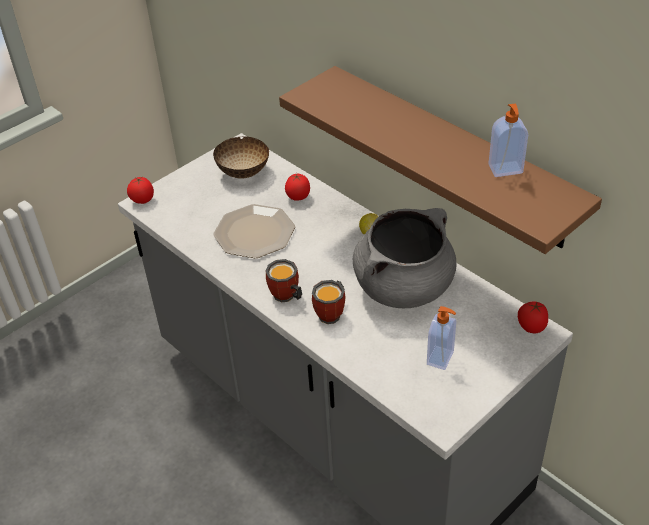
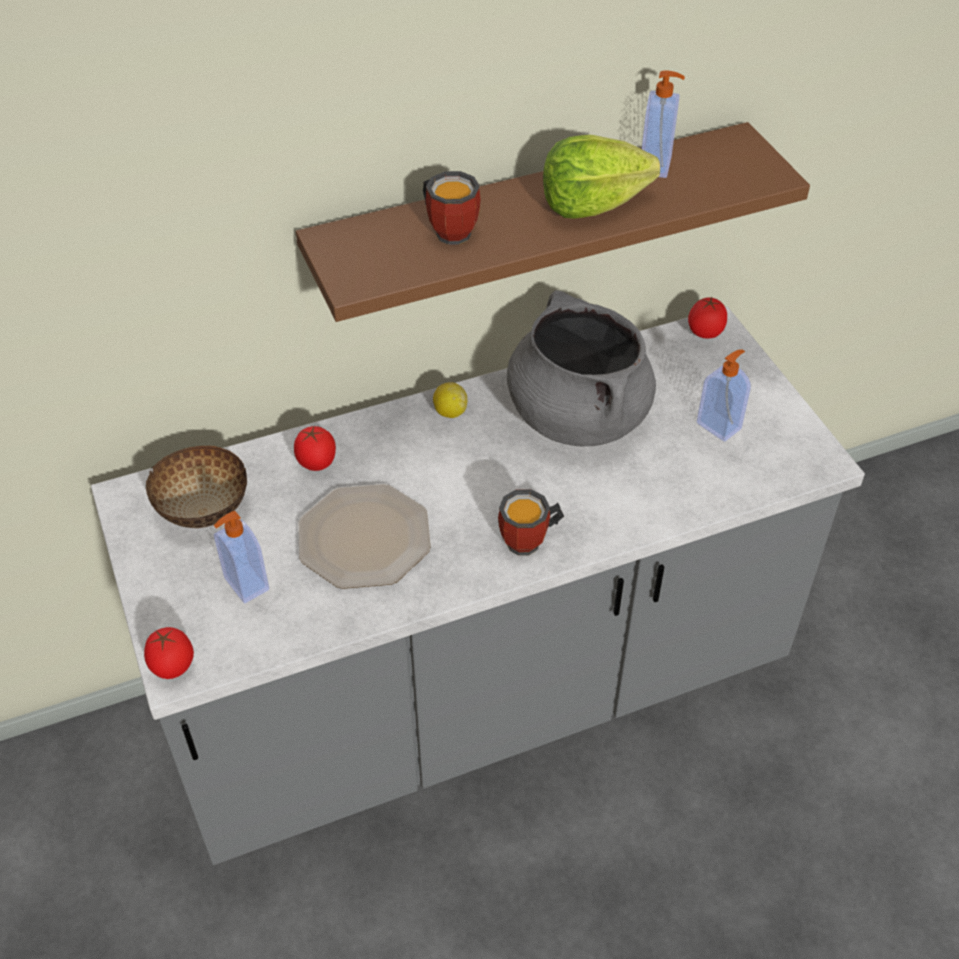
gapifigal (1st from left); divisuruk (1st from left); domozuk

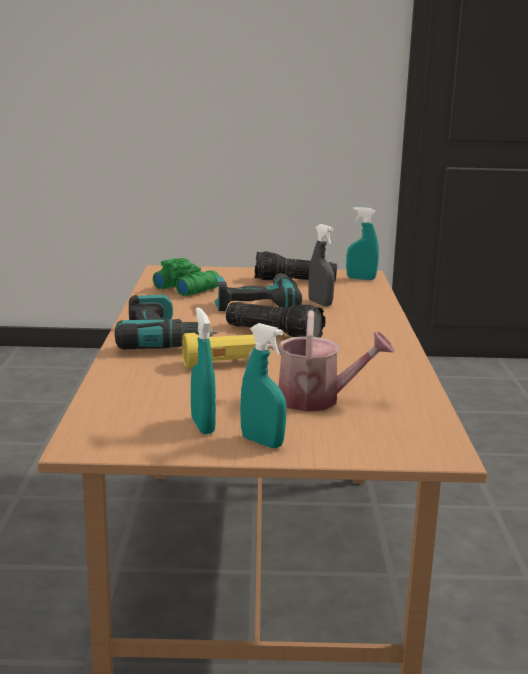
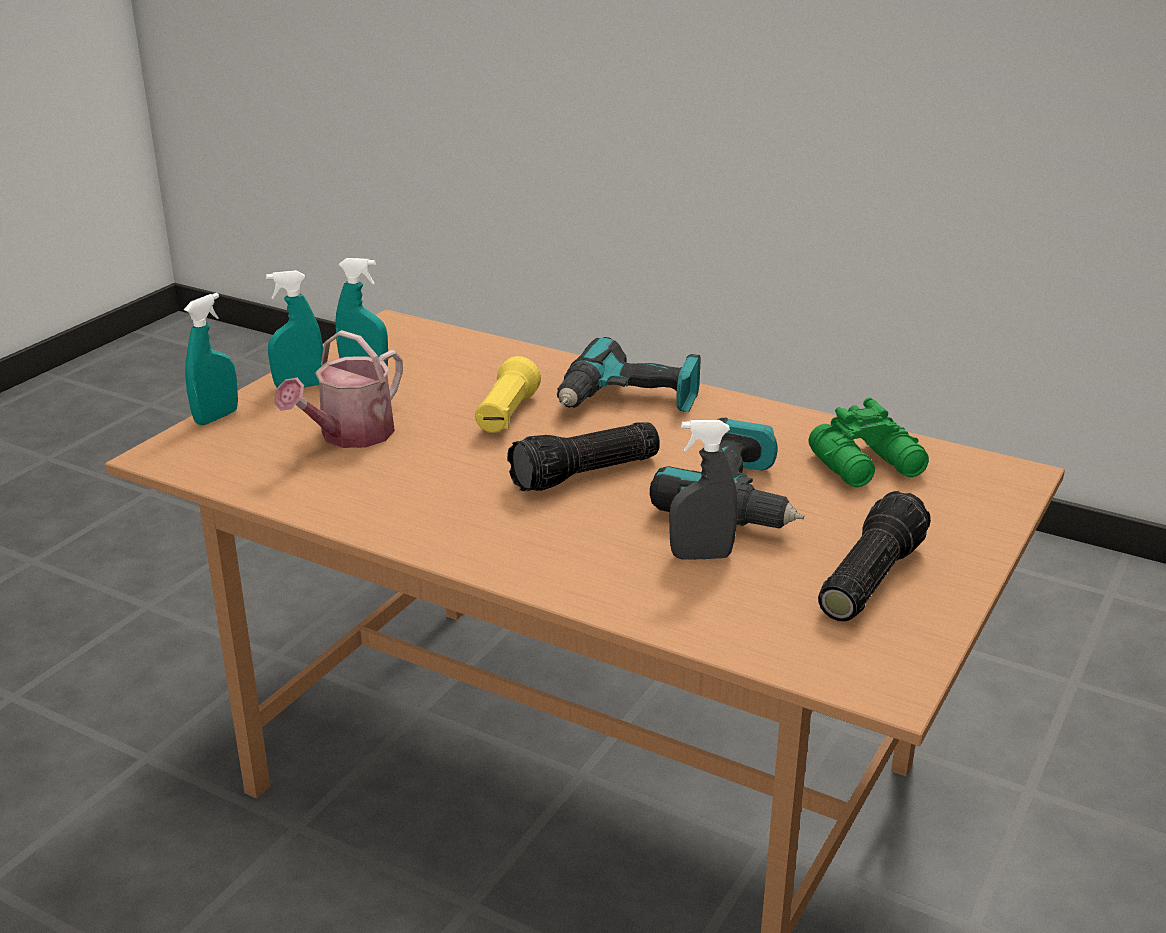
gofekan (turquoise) (1st from left)

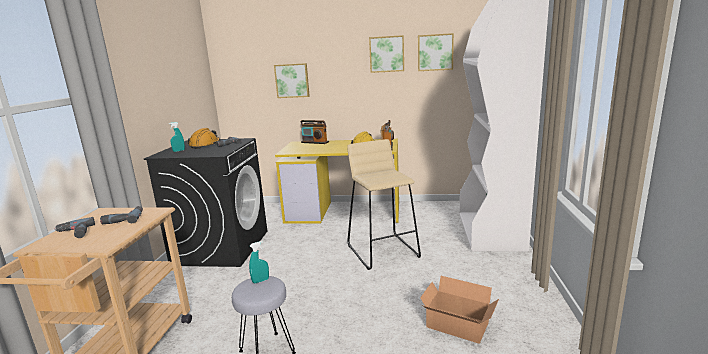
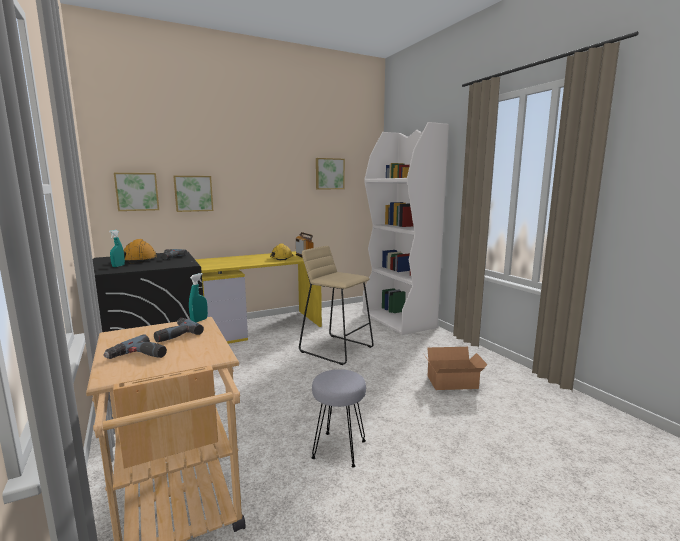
gofekan (turquoise) (2nd from left); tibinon (1st from left in the first image); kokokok (1st from left)

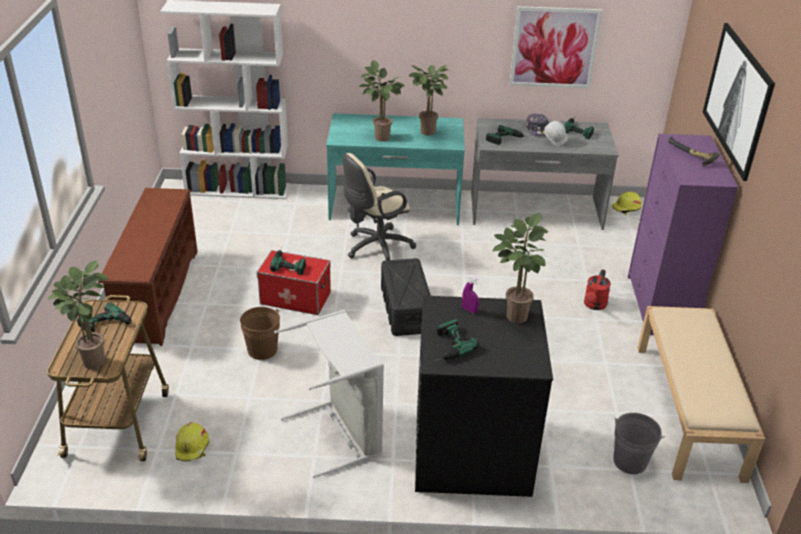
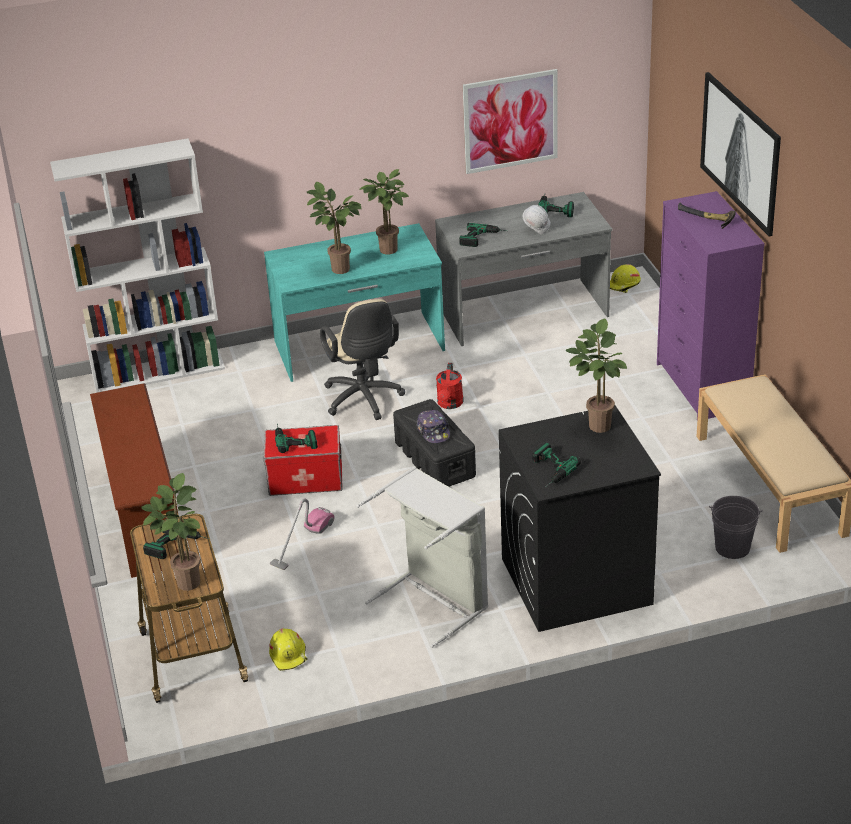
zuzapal; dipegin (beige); gofekan (purple); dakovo; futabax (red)

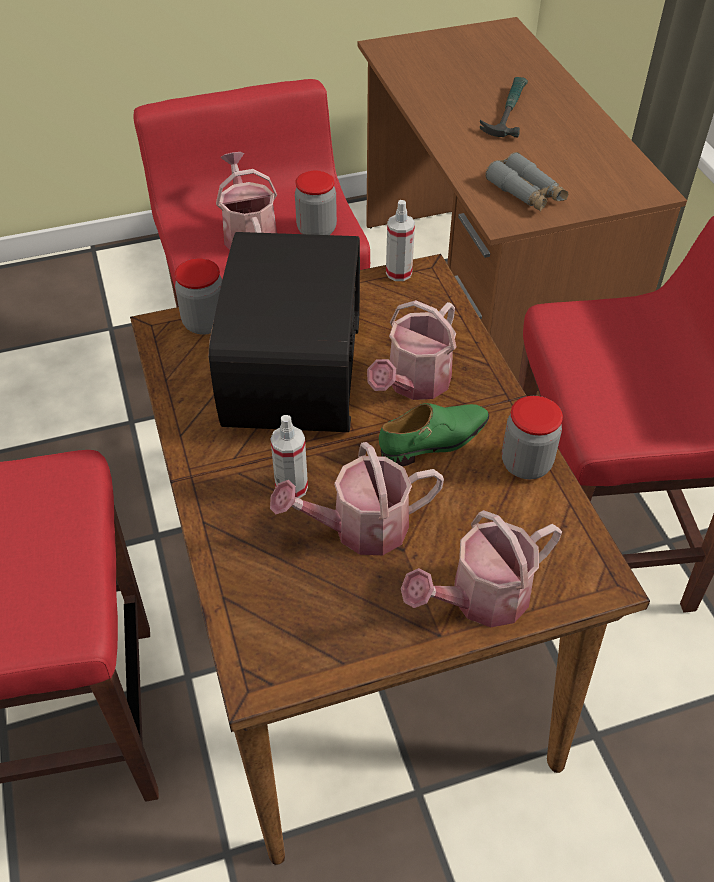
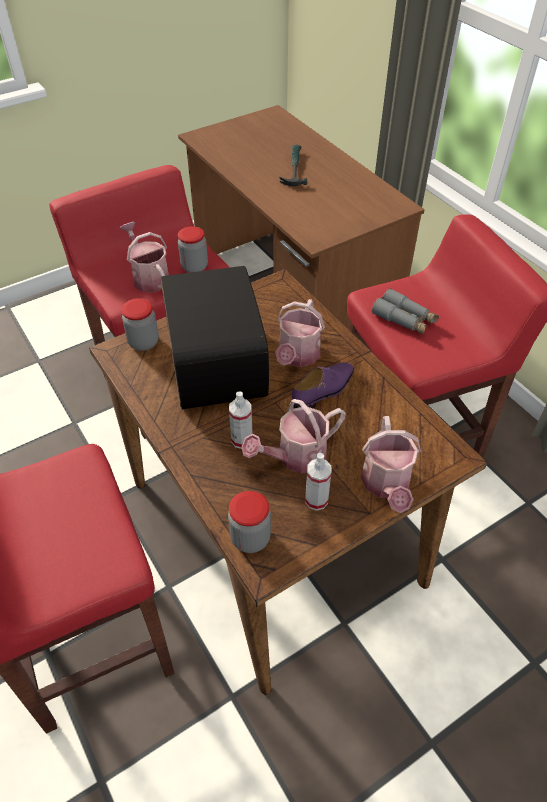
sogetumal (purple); gofekan (2nd from left); futabax (4th from left); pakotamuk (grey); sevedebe (3rd from left)

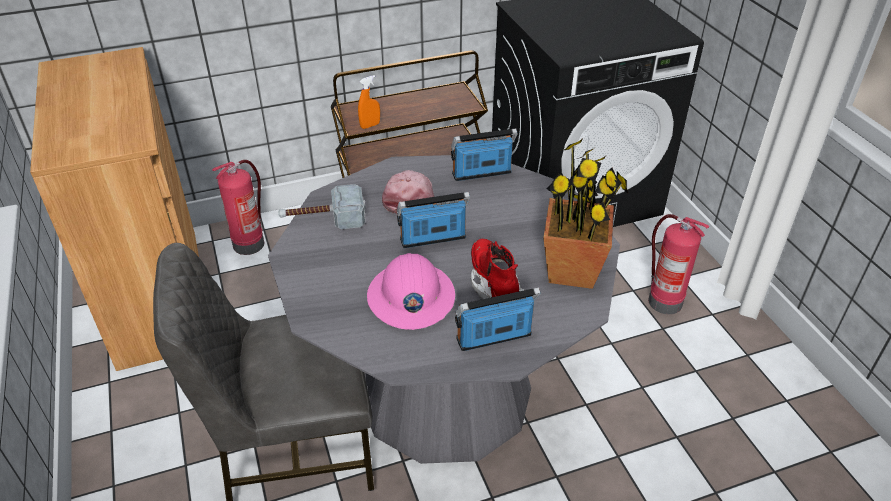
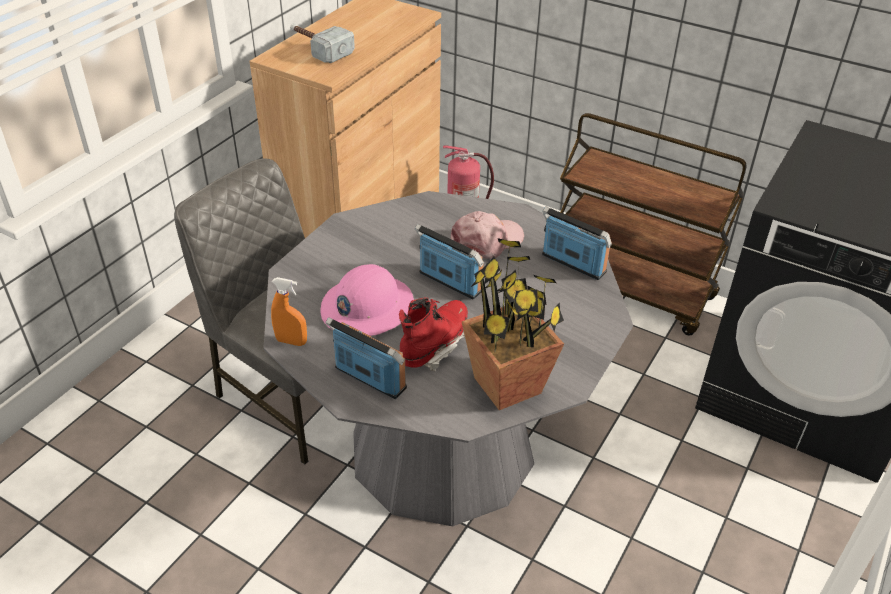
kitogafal; gofekan (orange); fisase (2nd from left in the first image)

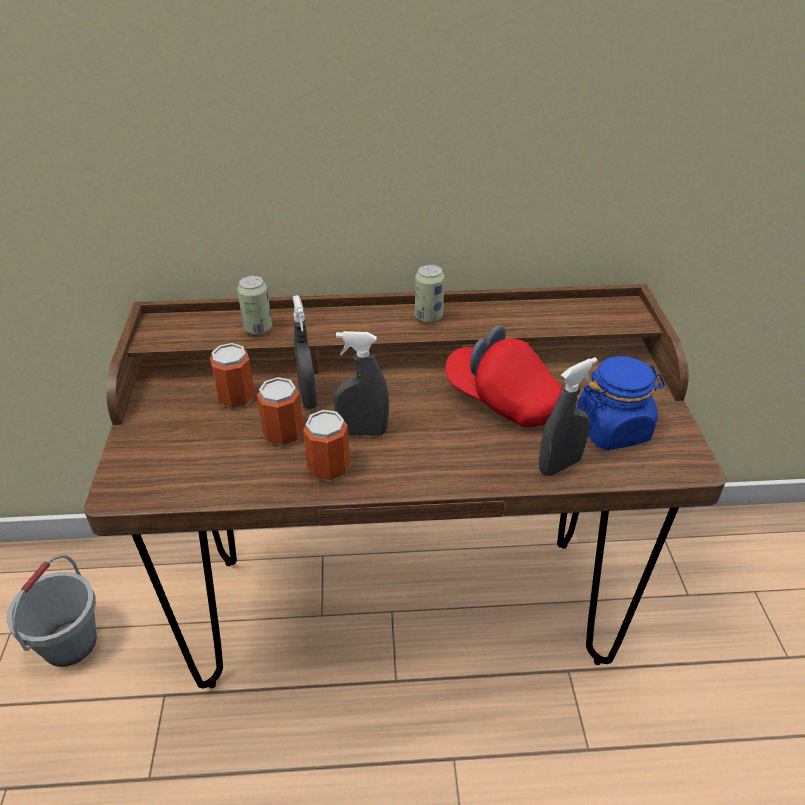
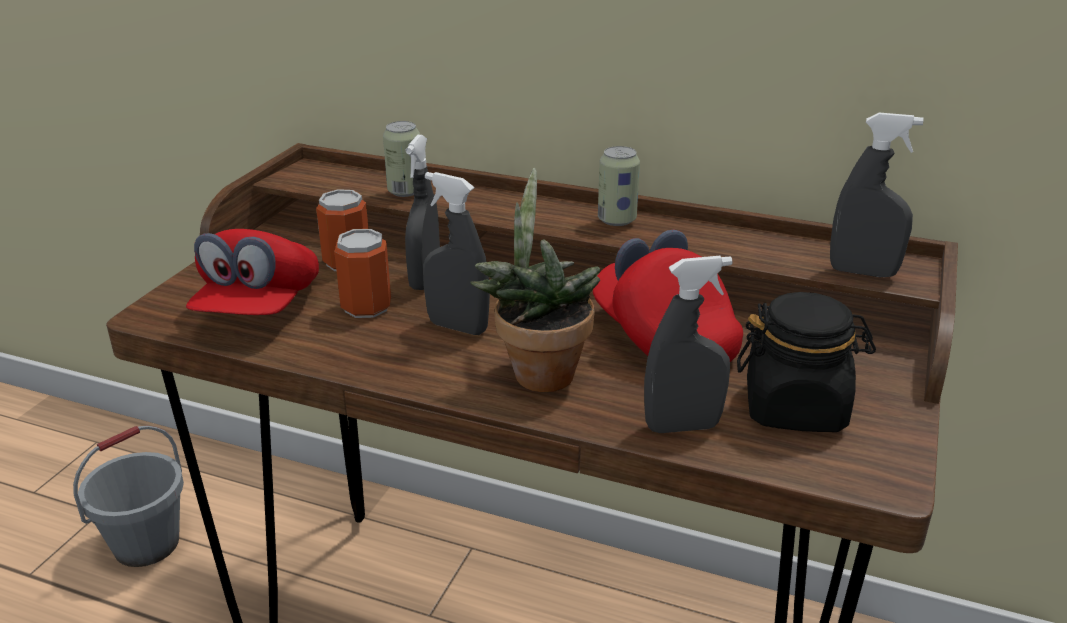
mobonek (4th from left in the first image); sevedebe (black); dakovo (red) (1st from left); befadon; gofekan (grey) (4th from left)

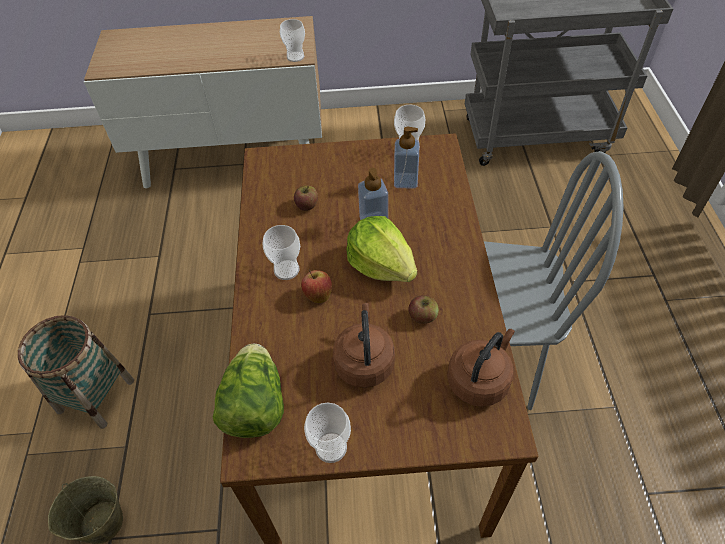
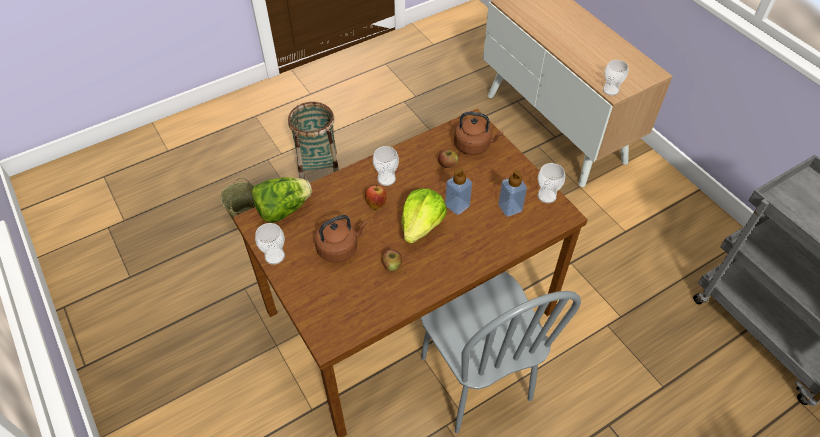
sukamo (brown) (2nd from left)

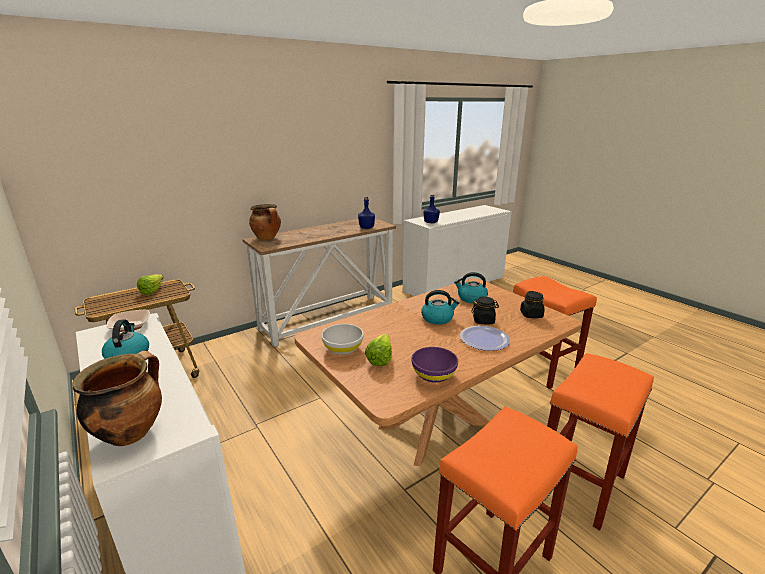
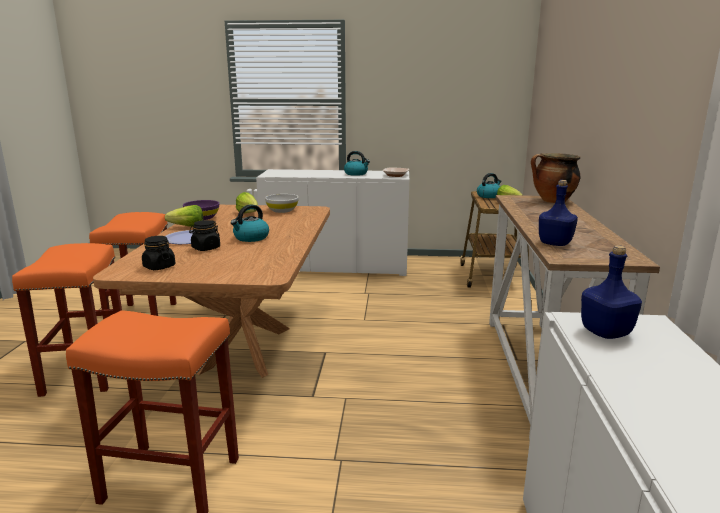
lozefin (1st from left in the first image); sukamo (3rd from left); domozuk (1st from left)

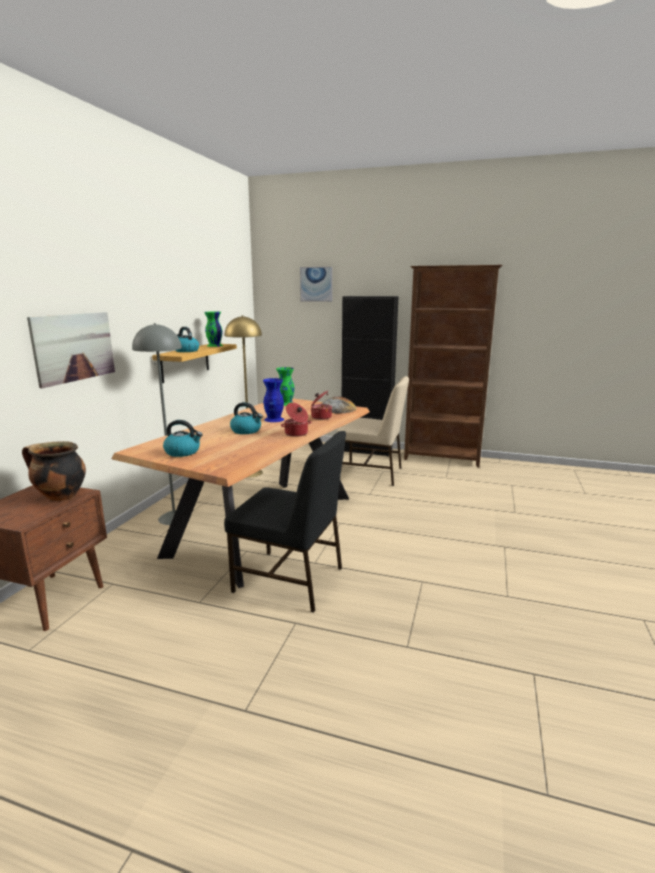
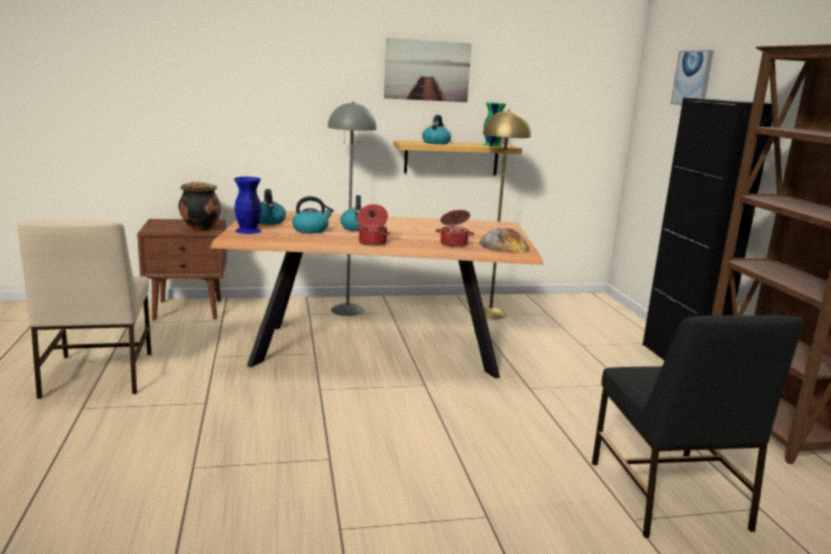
kokokok (1st from left); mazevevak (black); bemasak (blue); bemasak (green) (2nd from left in the first image); mazevevak (beige); sukamo (2nd from left)

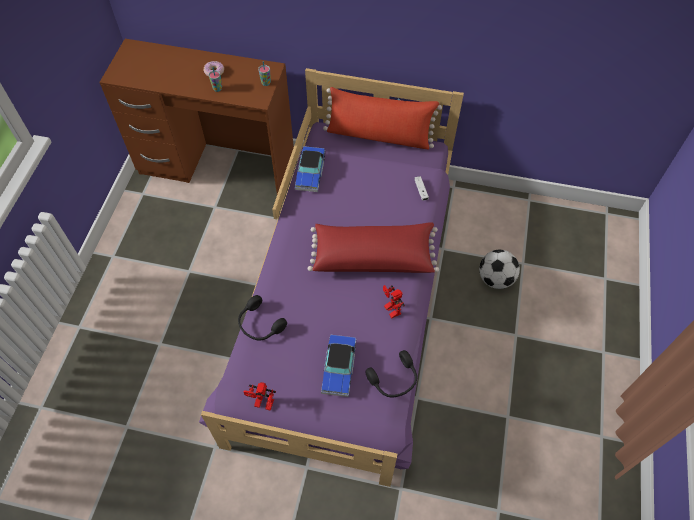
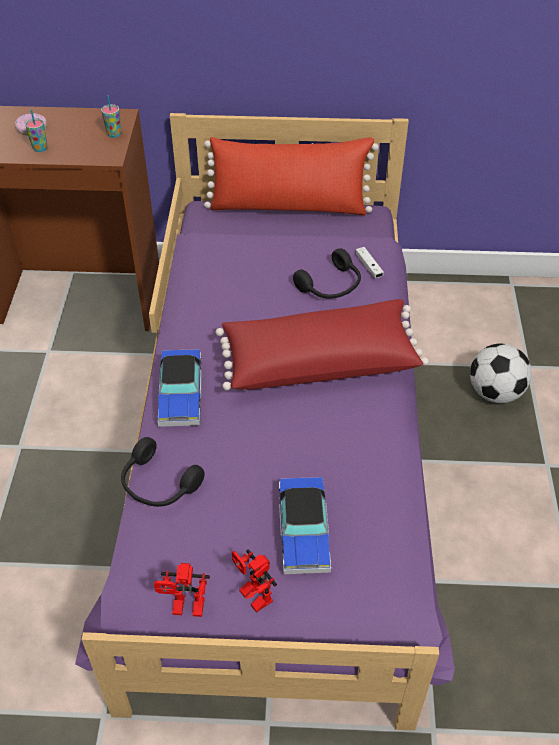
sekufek (1st from left); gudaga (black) (2nd from left); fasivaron (2nd from left)

